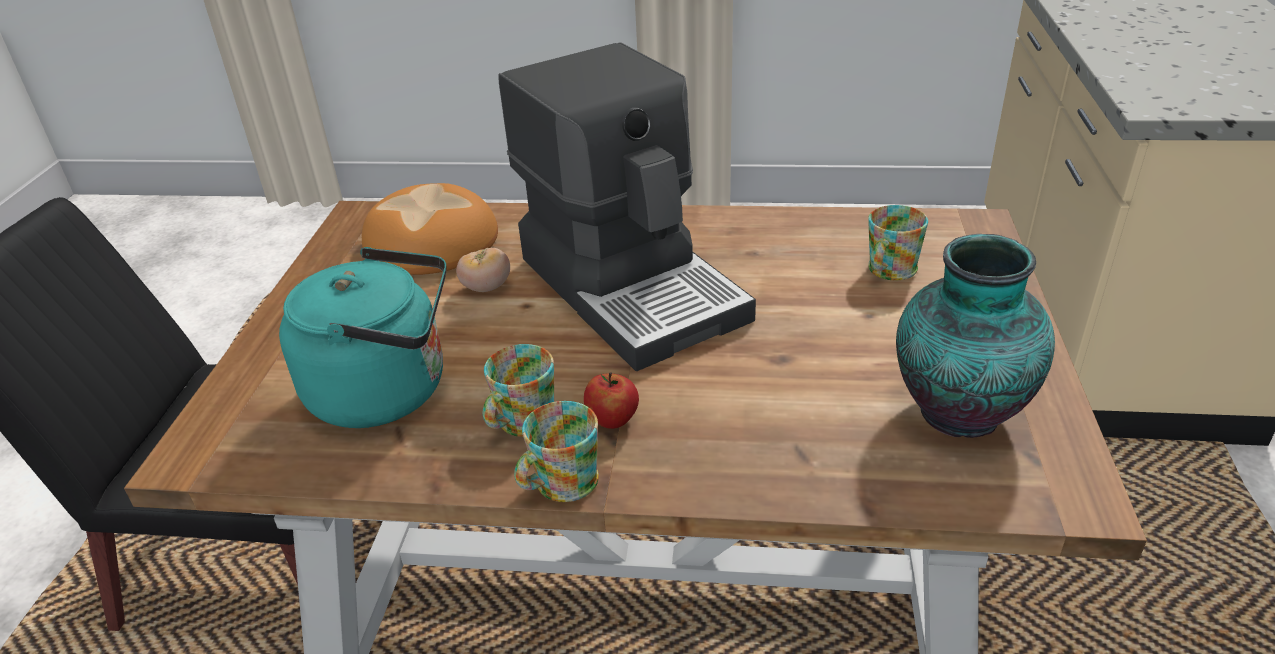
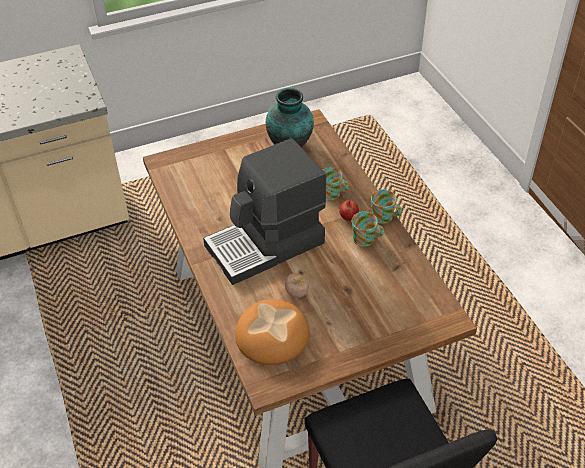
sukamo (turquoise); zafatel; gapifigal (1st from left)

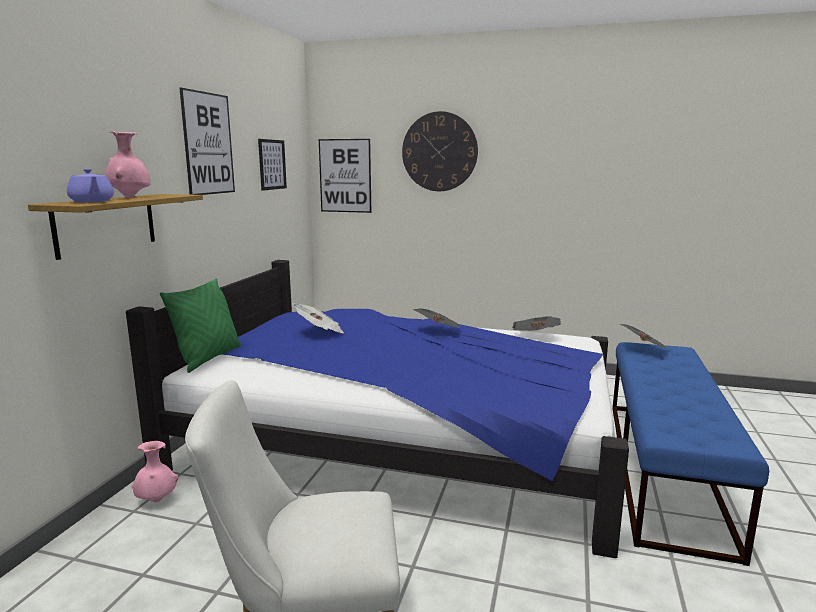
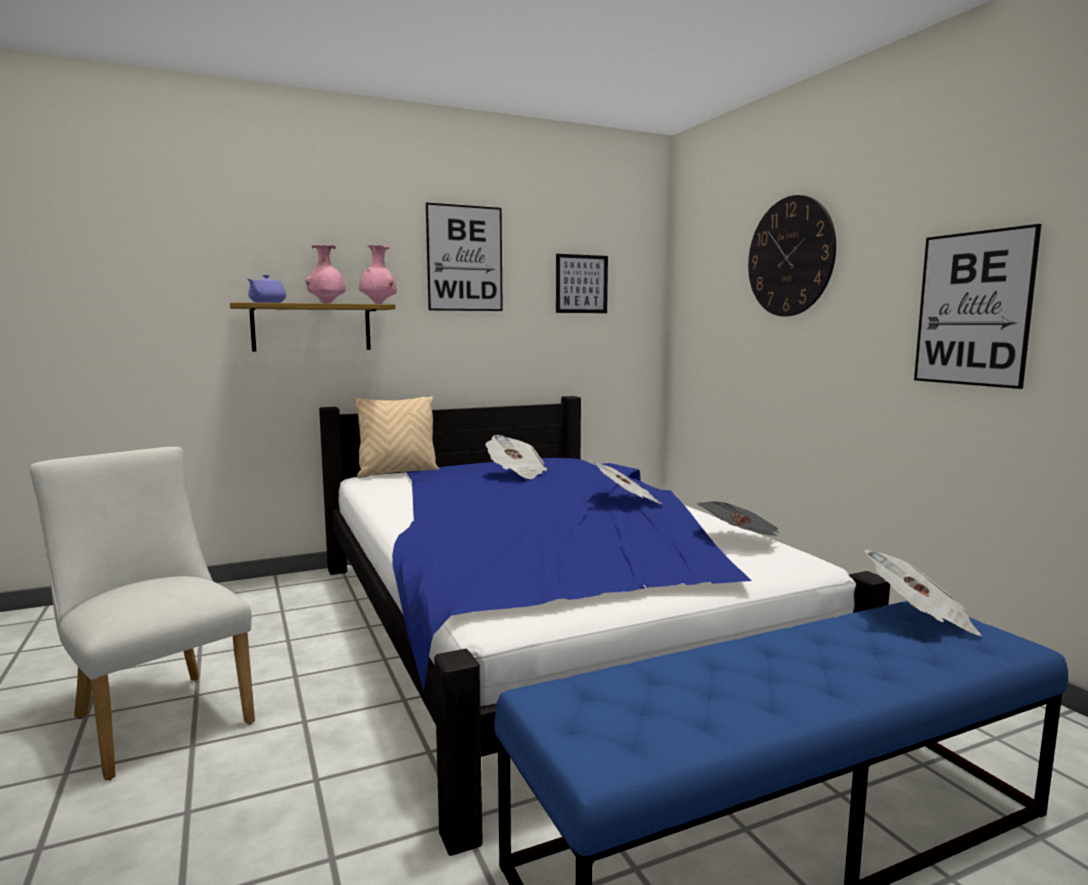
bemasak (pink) (2nd from left); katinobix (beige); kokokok (3rd from left)

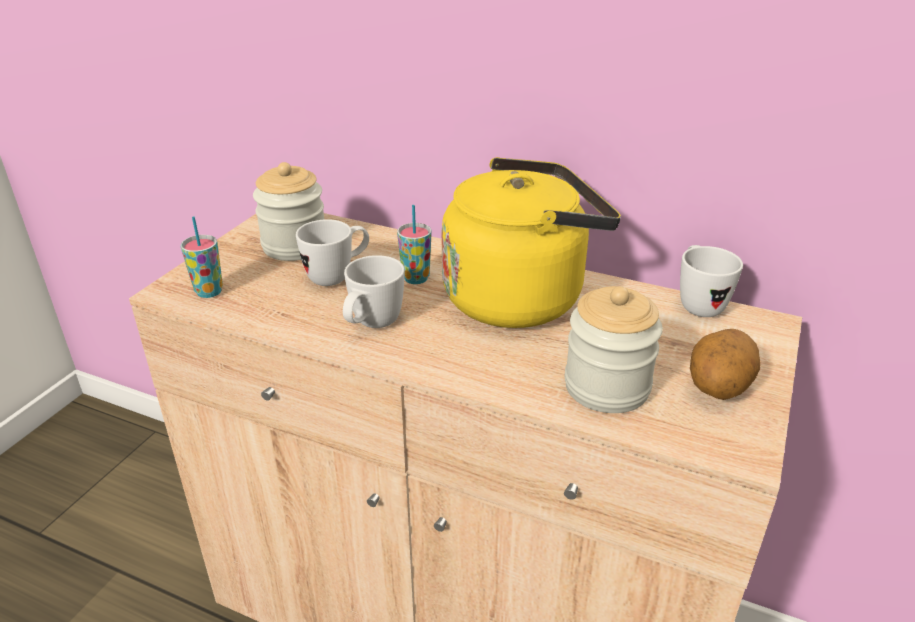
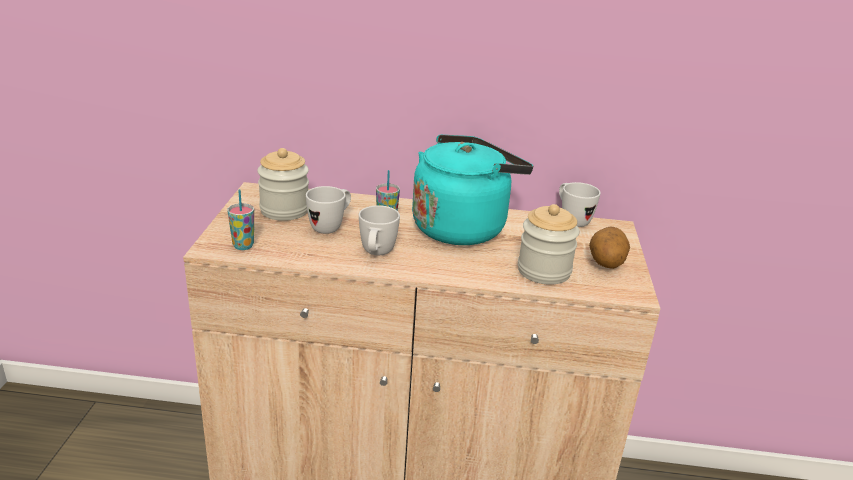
sukamo (turquoise)

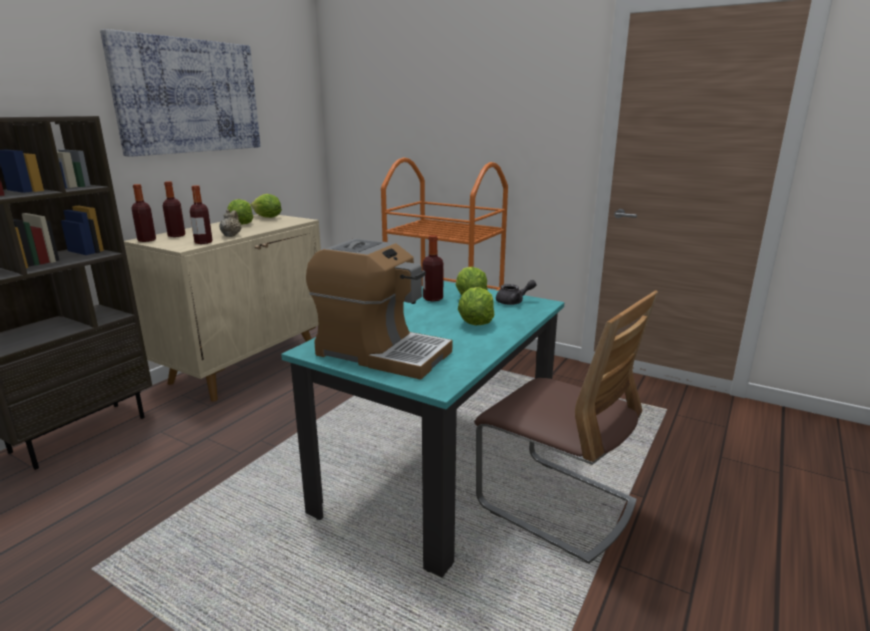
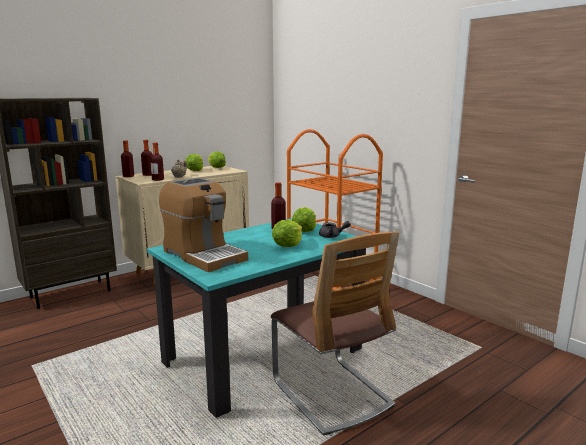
kokokok

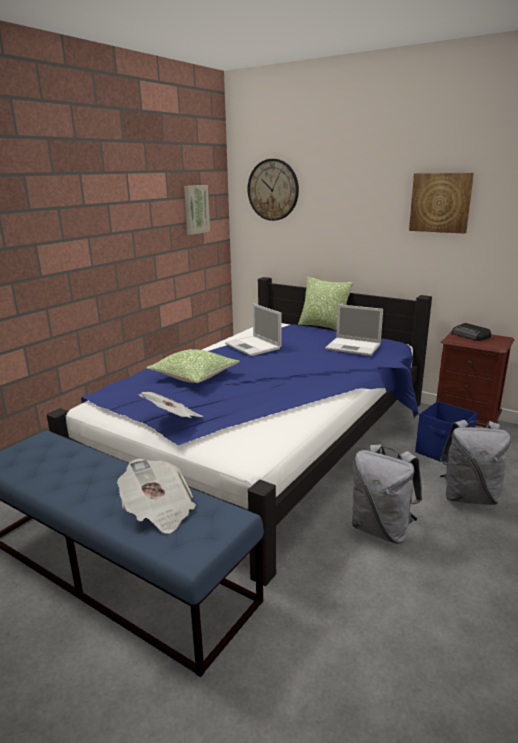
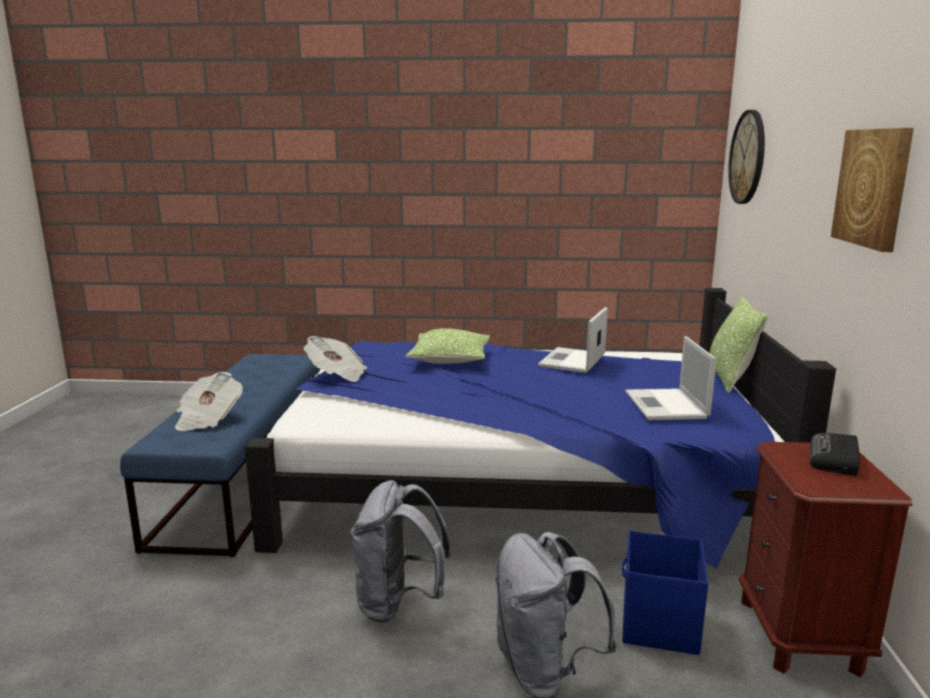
kokokok (1st from left in the first image)

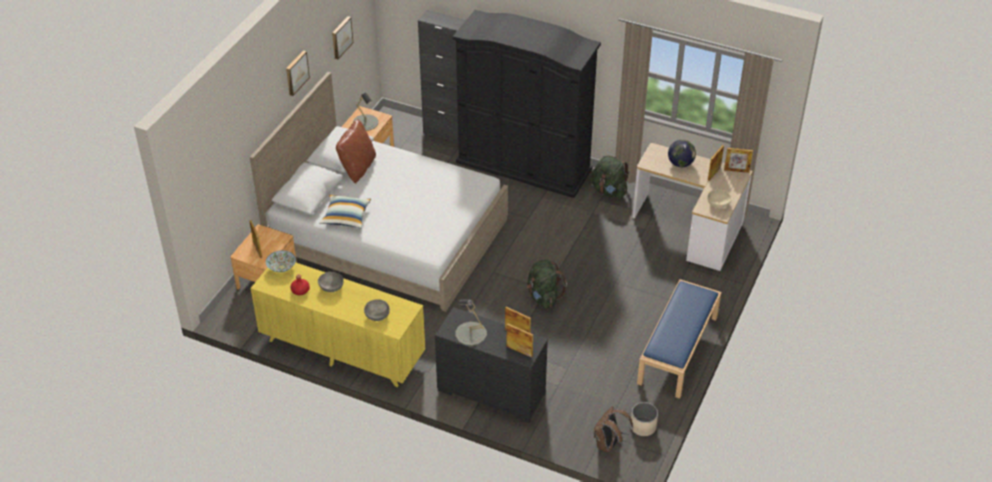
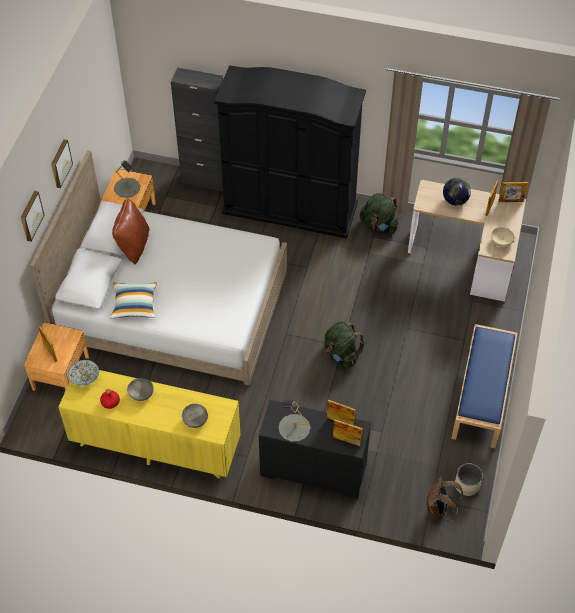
kokokok (1st from left)

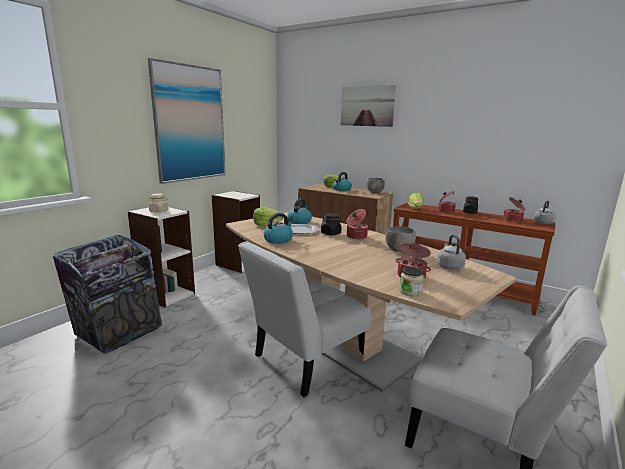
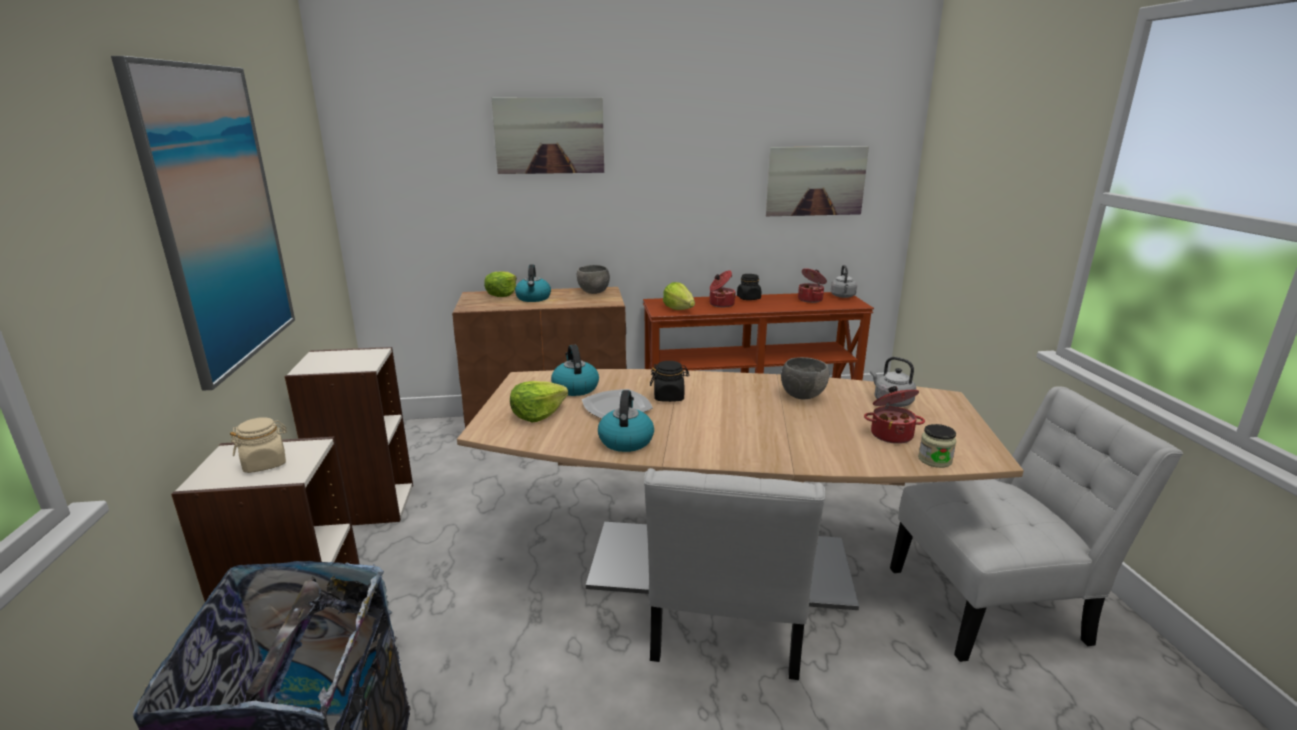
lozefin (1st from left in the first image); kokokok (3rd from left)

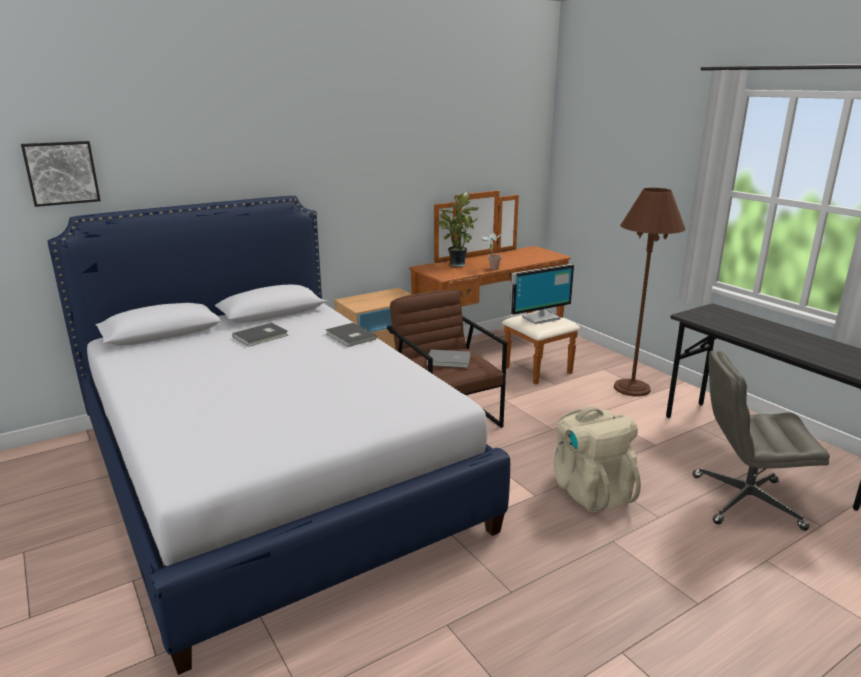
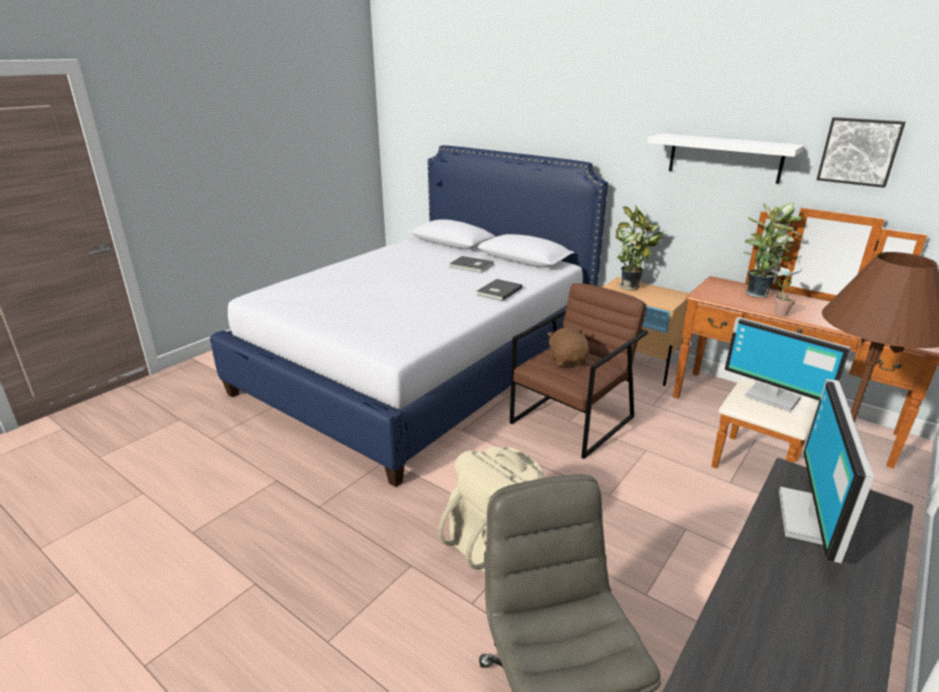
kokokok; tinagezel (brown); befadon (1st from left); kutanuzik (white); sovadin (2nd from left)

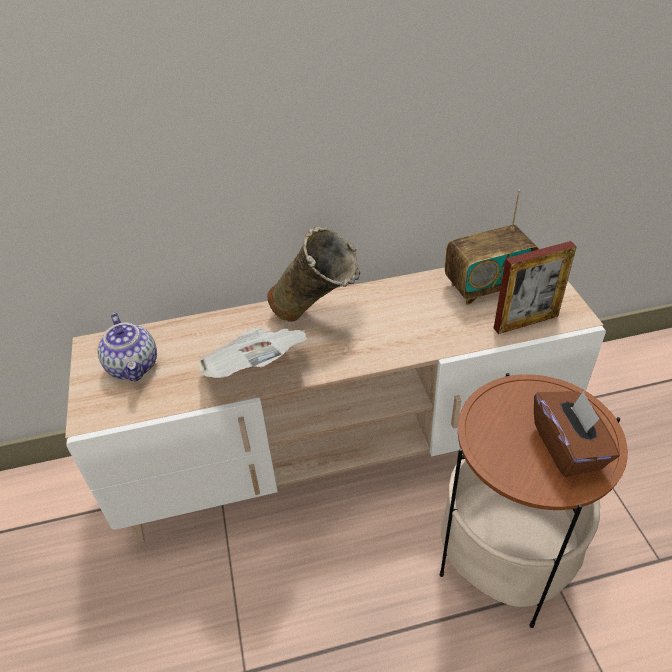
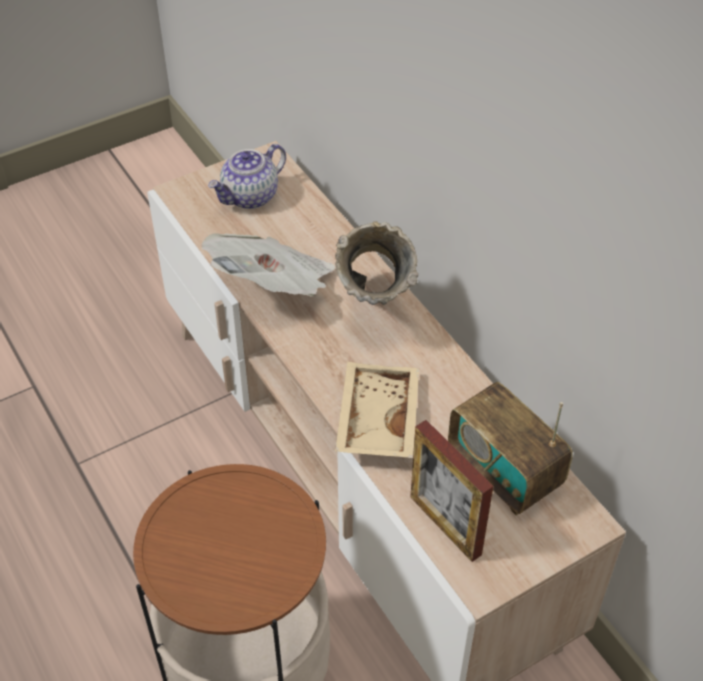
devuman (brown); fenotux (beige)

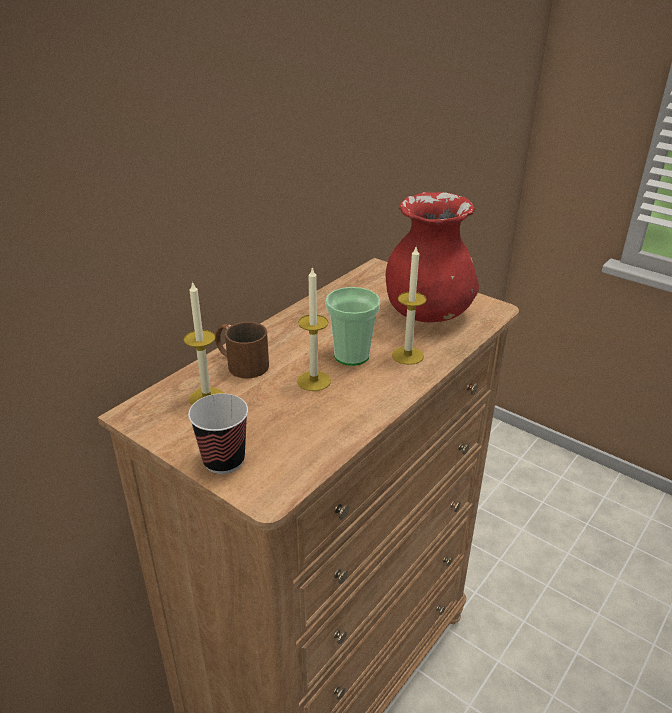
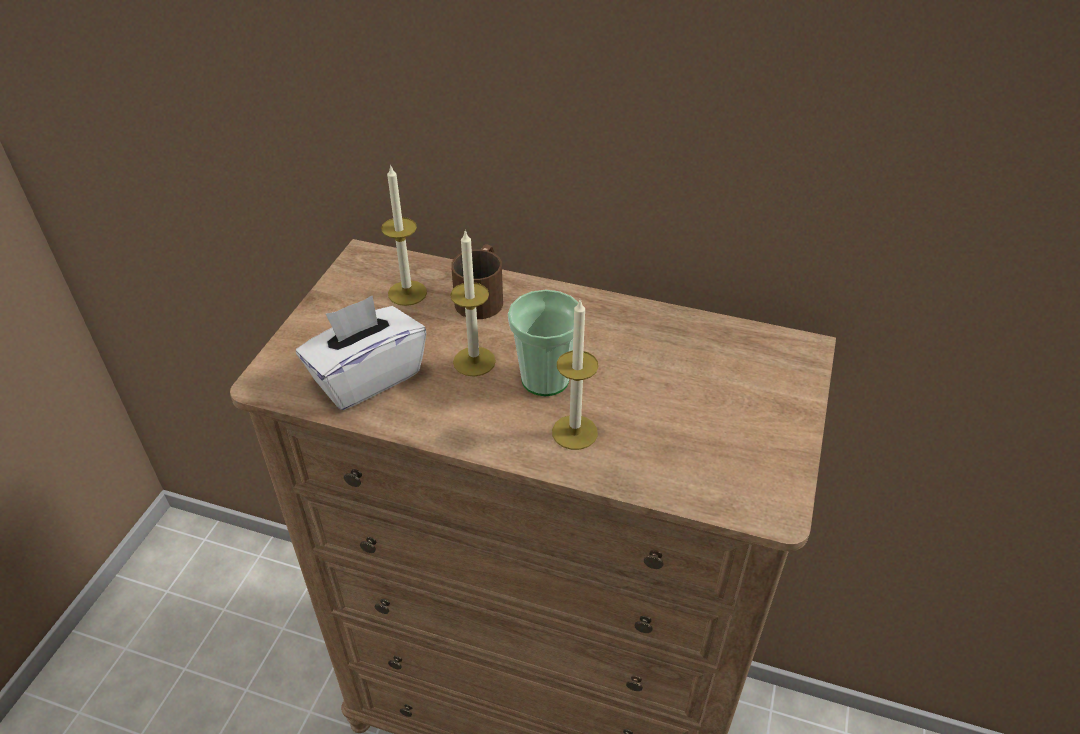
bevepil (1st from left in the first image); bemasak (red); devuman (white)

